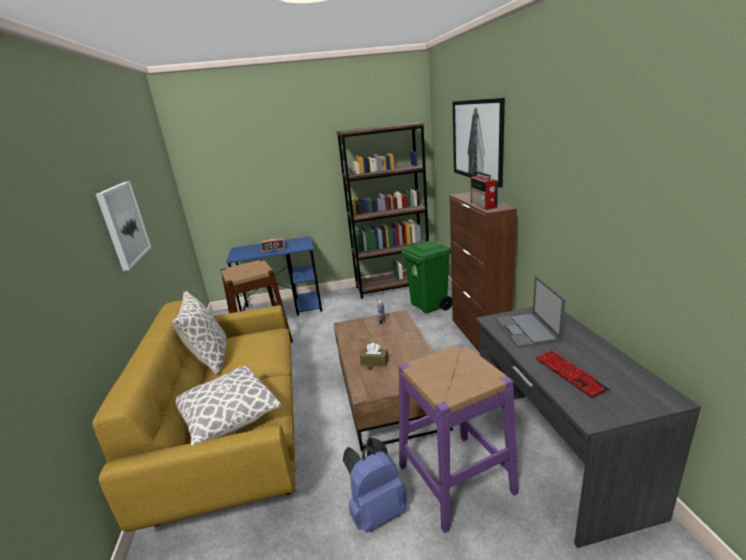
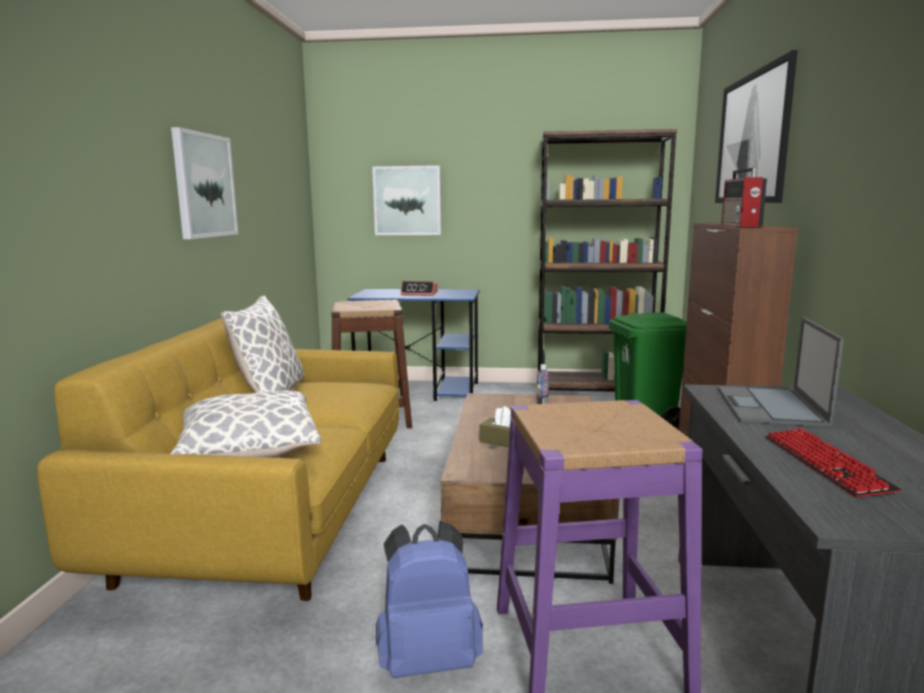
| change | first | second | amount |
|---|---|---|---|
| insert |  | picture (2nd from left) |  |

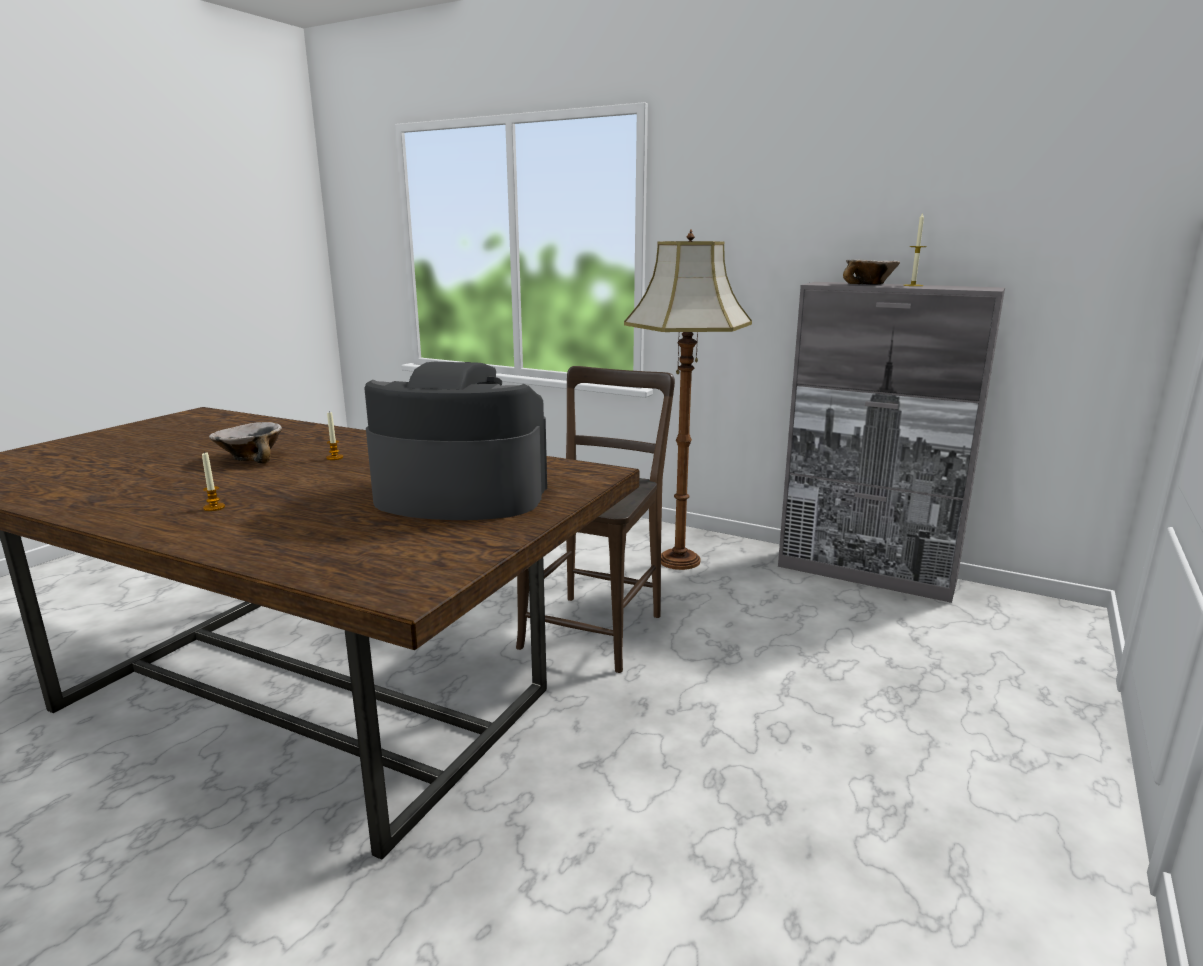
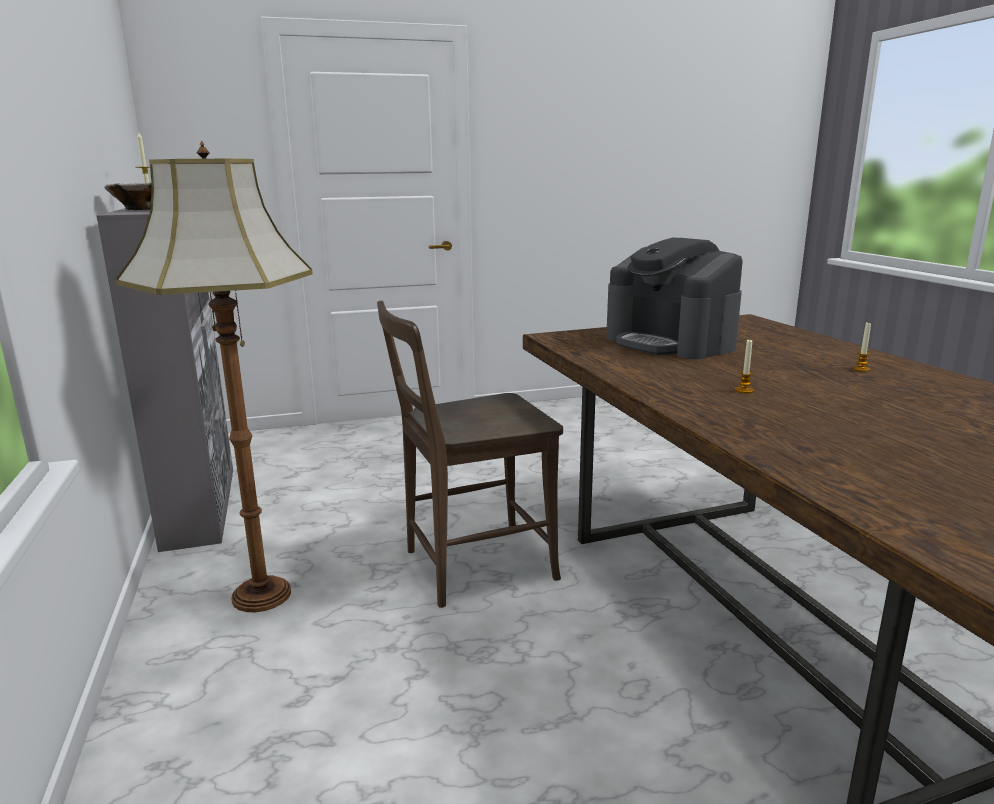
| change | first | second | amount |
|---|---|---|---|
| delete | bowl (1st from left) |  |  |

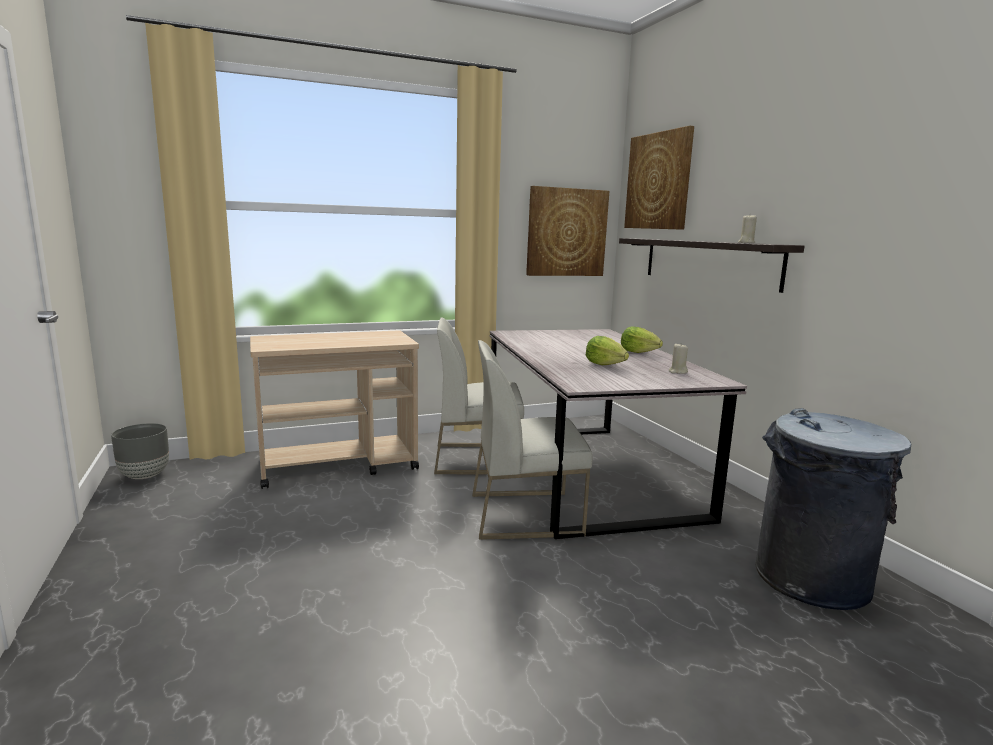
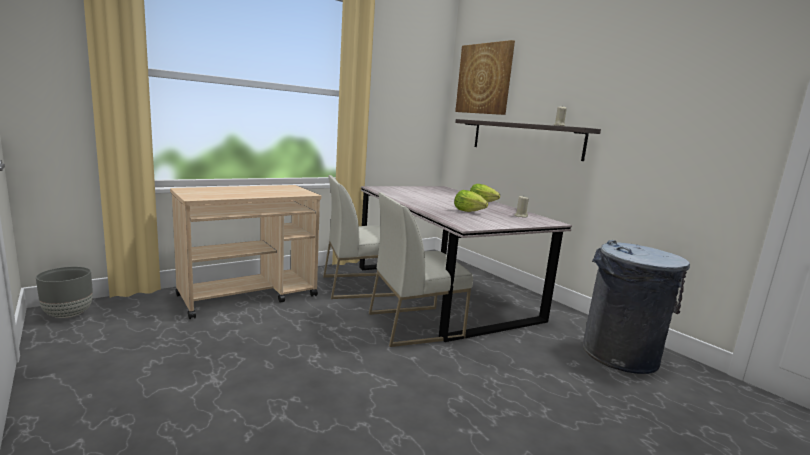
| change | first | second | amount |
|---|---|---|---|
| delete | picture (1st from left) |  |  |

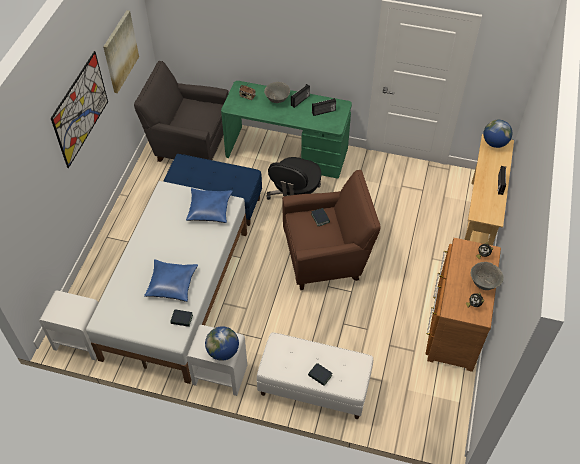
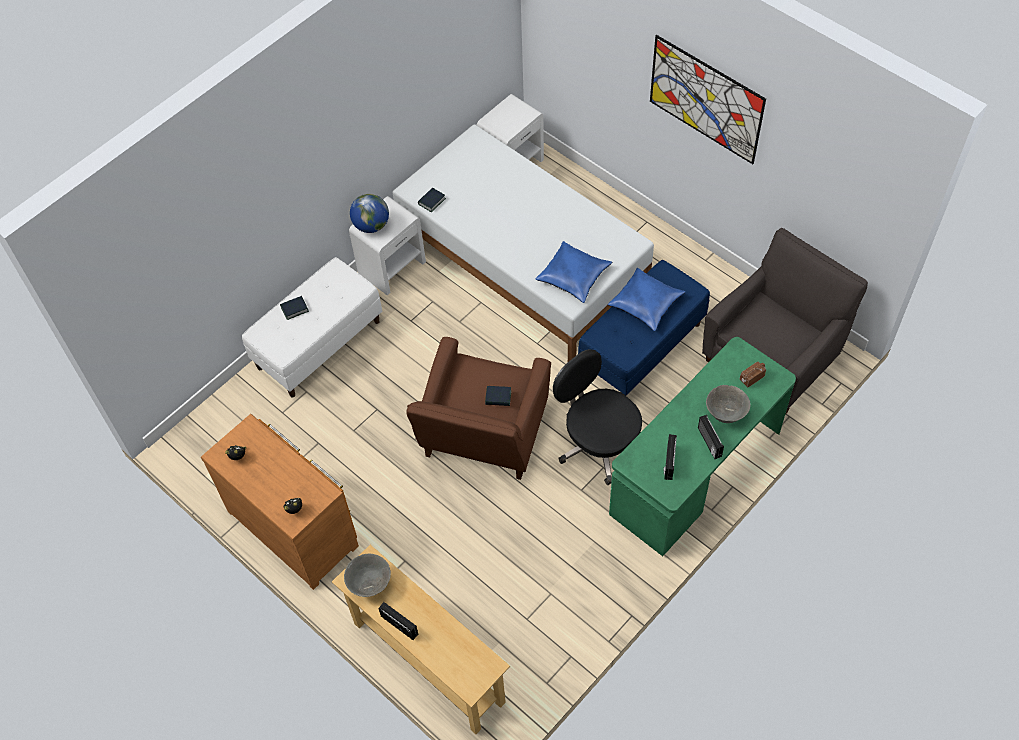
| change | first | second | amount |
|---|---|---|---|
| delete | picture (2nd from left) |  |  |
| move | pillow/blue (1st from left in the first image) | pillow/blue (2nd from left) |  |
| move | bowl/grey (2nd from left in the first image) | bowl/grey (1st from left) |  |
| delete | globe (2nd from left) |  |  |

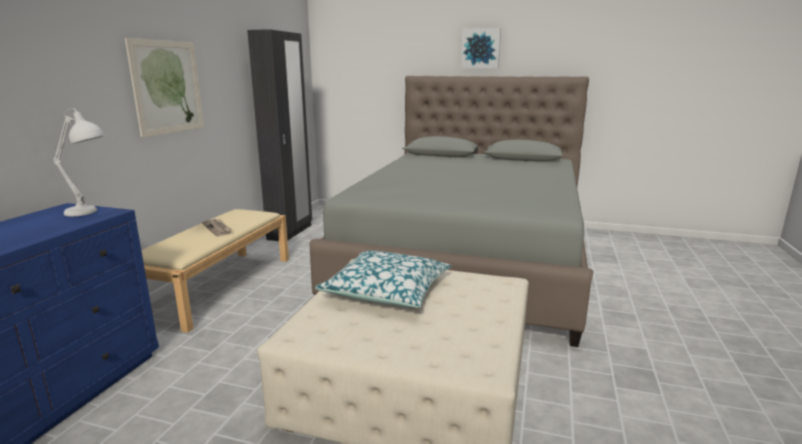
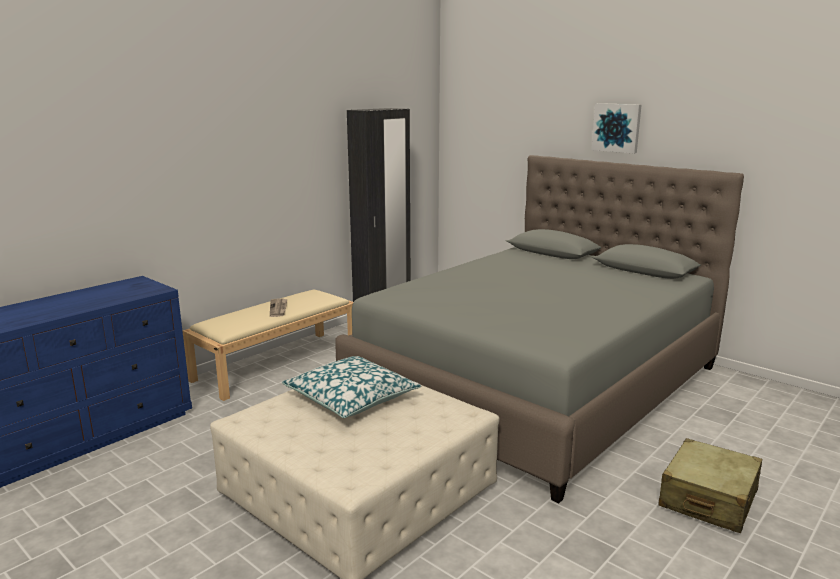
| change | first | second | amount |
|---|---|---|---|
| delete | table lamp/white |  |  |
| delete | picture (1st from left) |  |  |
| insert |  | suitcase/beige |  |

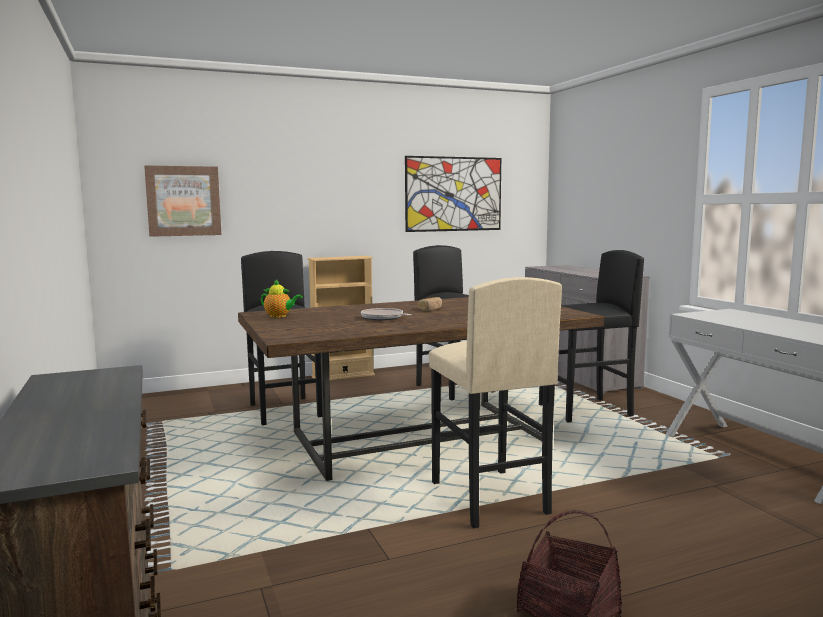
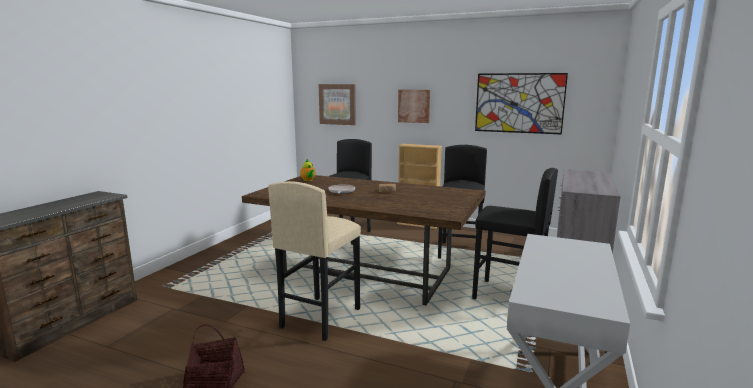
| change | first | second | amount |
|---|---|---|---|
| insert |  | picture (2nd from left) |  |

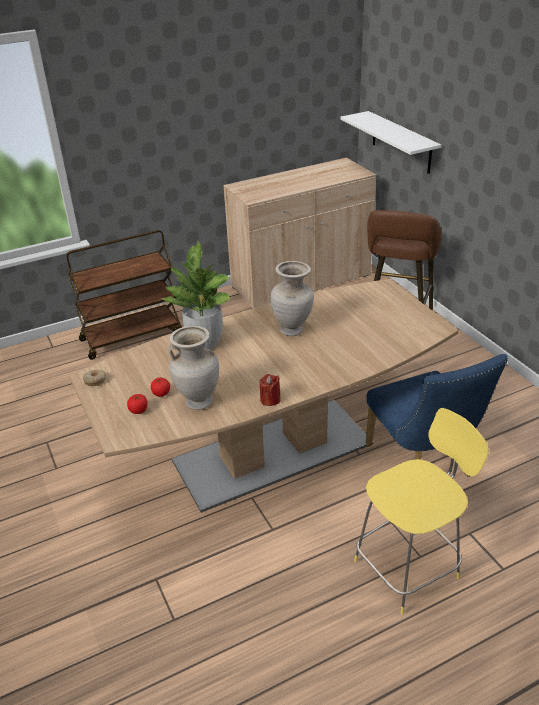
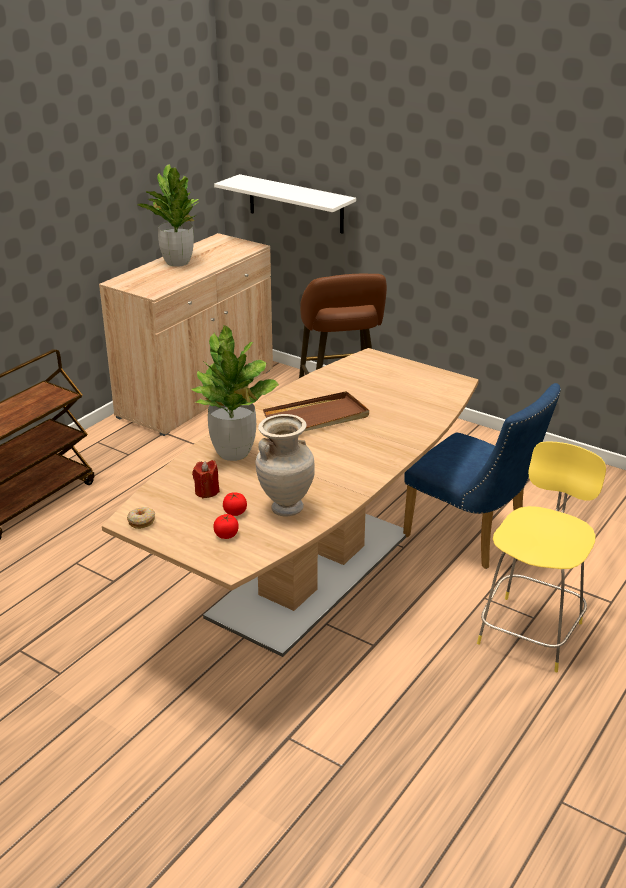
| change | first | second | amount |
|---|---|---|---|
| move | candle/red |  |  |
| replace | vase/beige (2nd from left) | tray/brown |  |
| insert |  | potted plant (1st from left) |  |

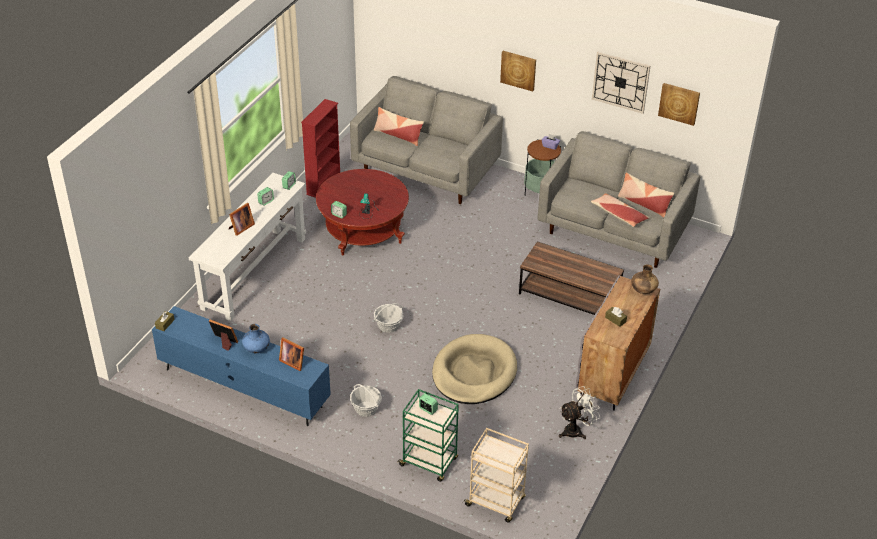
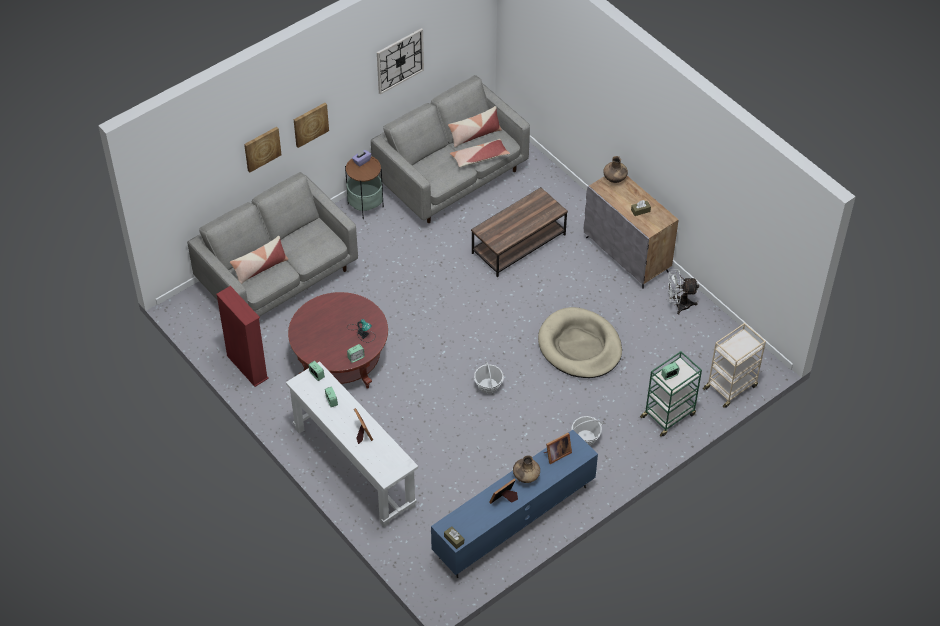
| change | first | second | amount |
|---|---|---|---|
| recolor | vase/blue | vase/brown (1st from left) |  |
| rotate | fan/white |  | 90 degrees counterclockwise |
| move | picture (2nd from left in the first image) | picture (1st from left) |  |

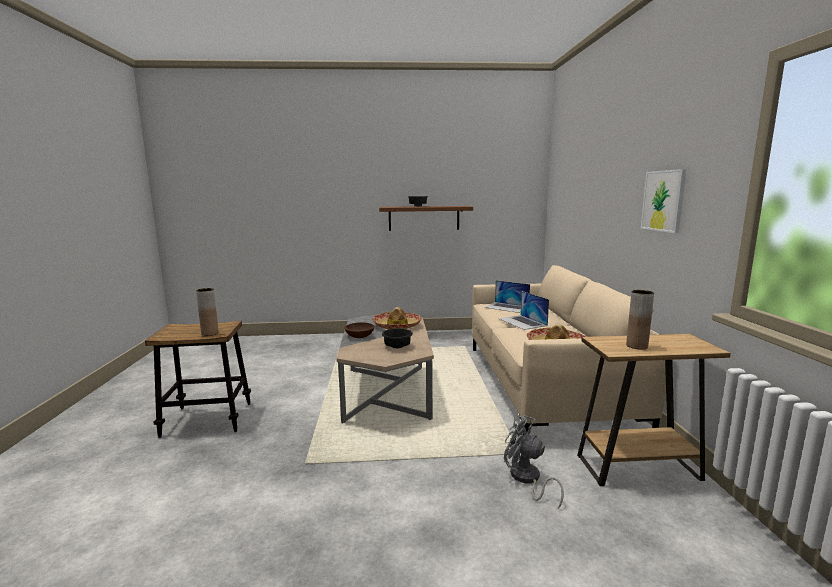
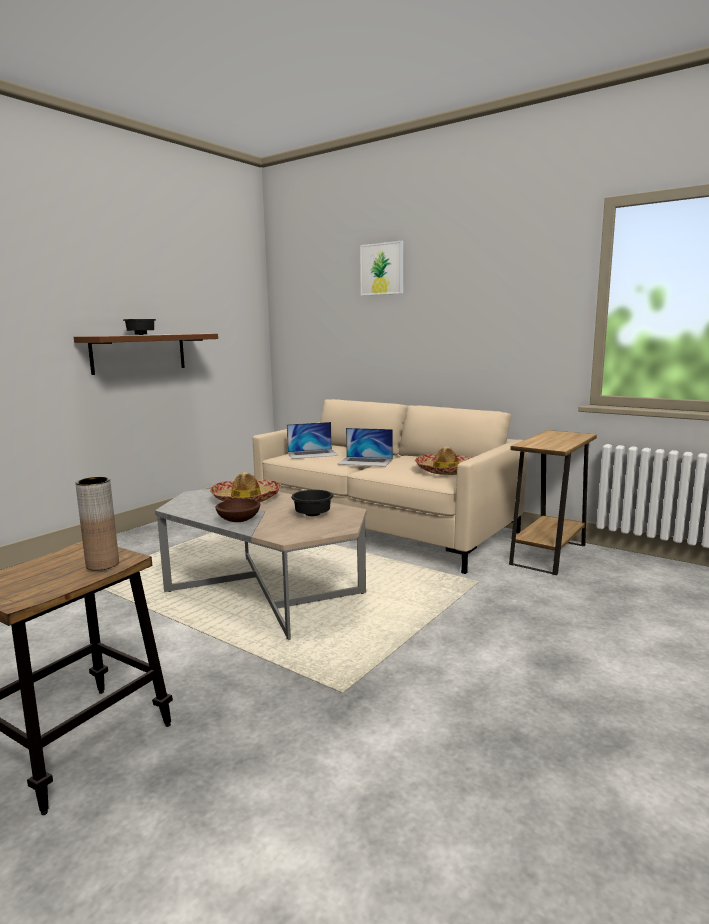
| change | first | second | amount |
|---|---|---|---|
| delete | fan/grey |  |  |
| delete | vase/brown (2nd from left) |  |  |
| move | picture |  |  |

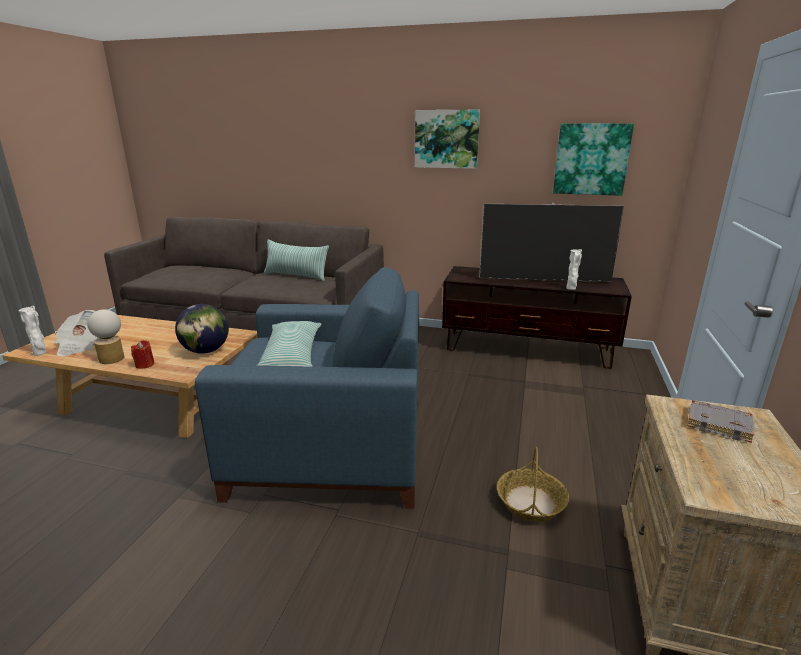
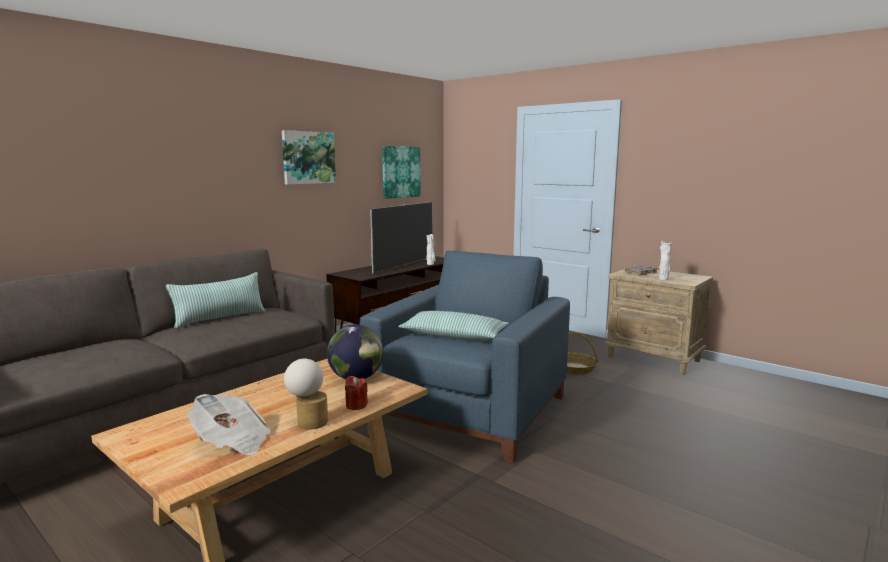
| change | first | second | amount |
|---|---|---|---|
| move | vase/white (1st from left in the first image) | vase/white (2nd from left) |  |

